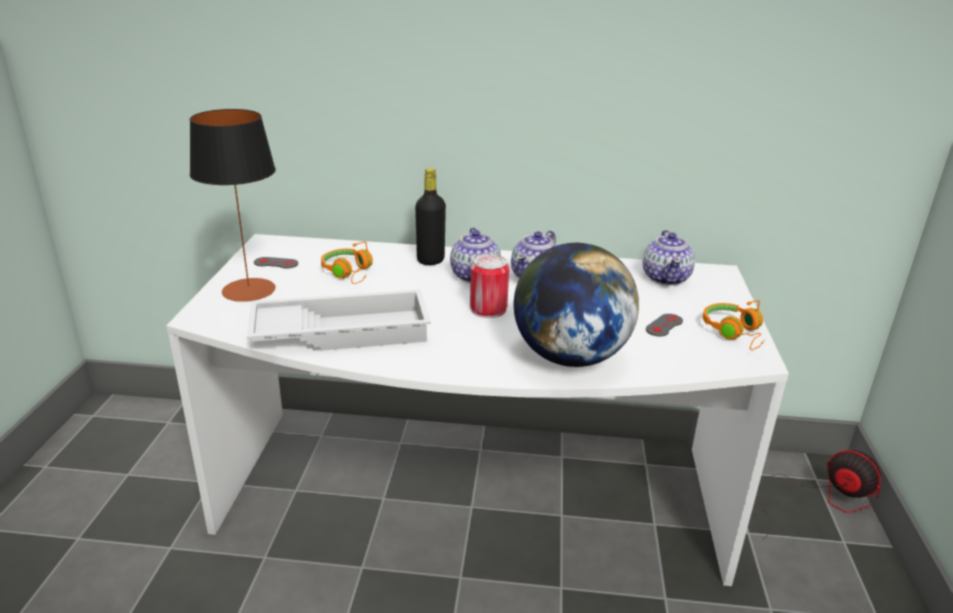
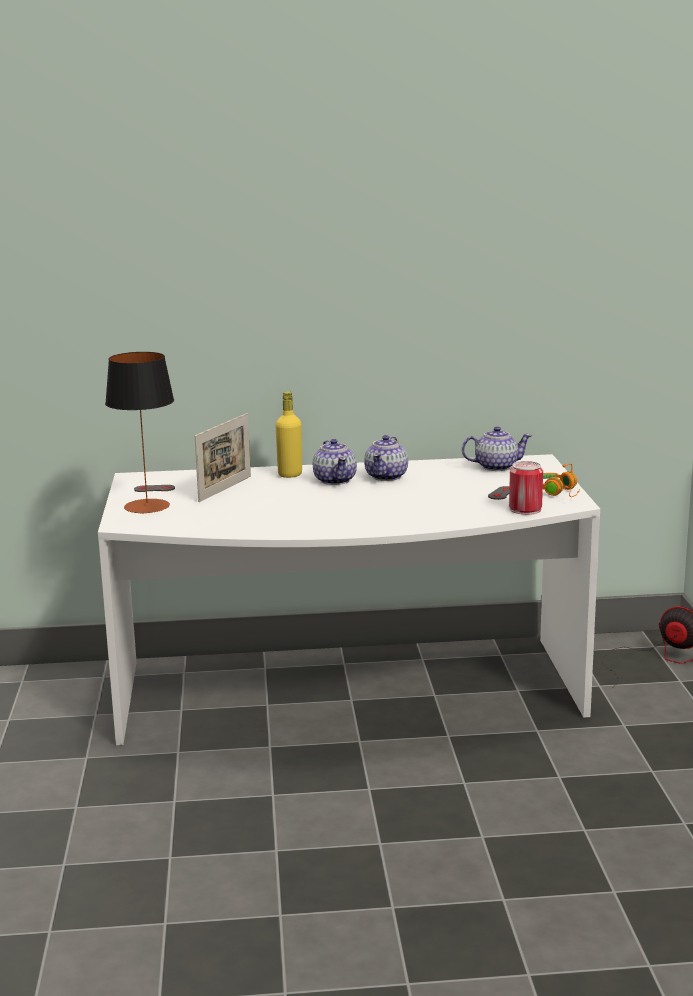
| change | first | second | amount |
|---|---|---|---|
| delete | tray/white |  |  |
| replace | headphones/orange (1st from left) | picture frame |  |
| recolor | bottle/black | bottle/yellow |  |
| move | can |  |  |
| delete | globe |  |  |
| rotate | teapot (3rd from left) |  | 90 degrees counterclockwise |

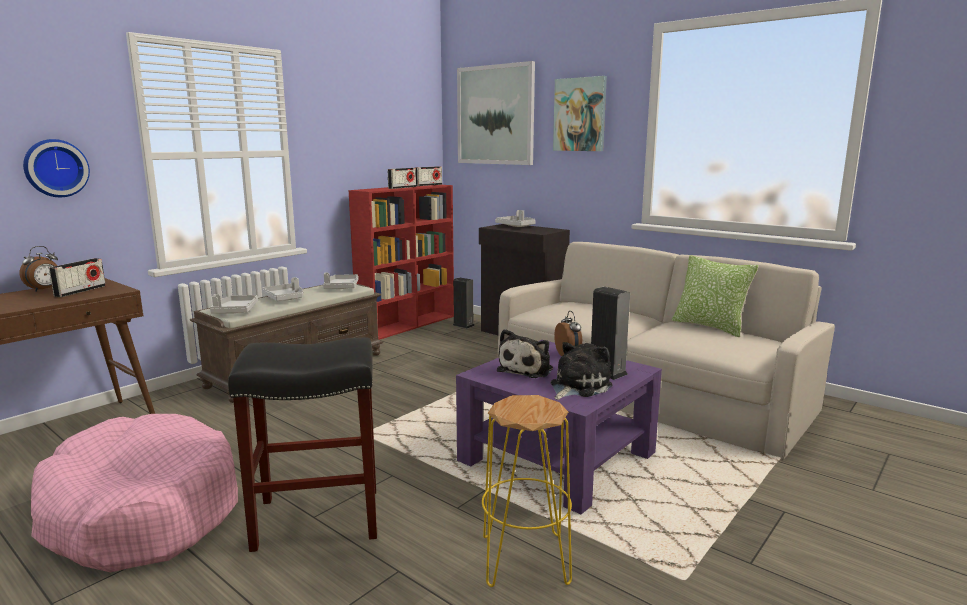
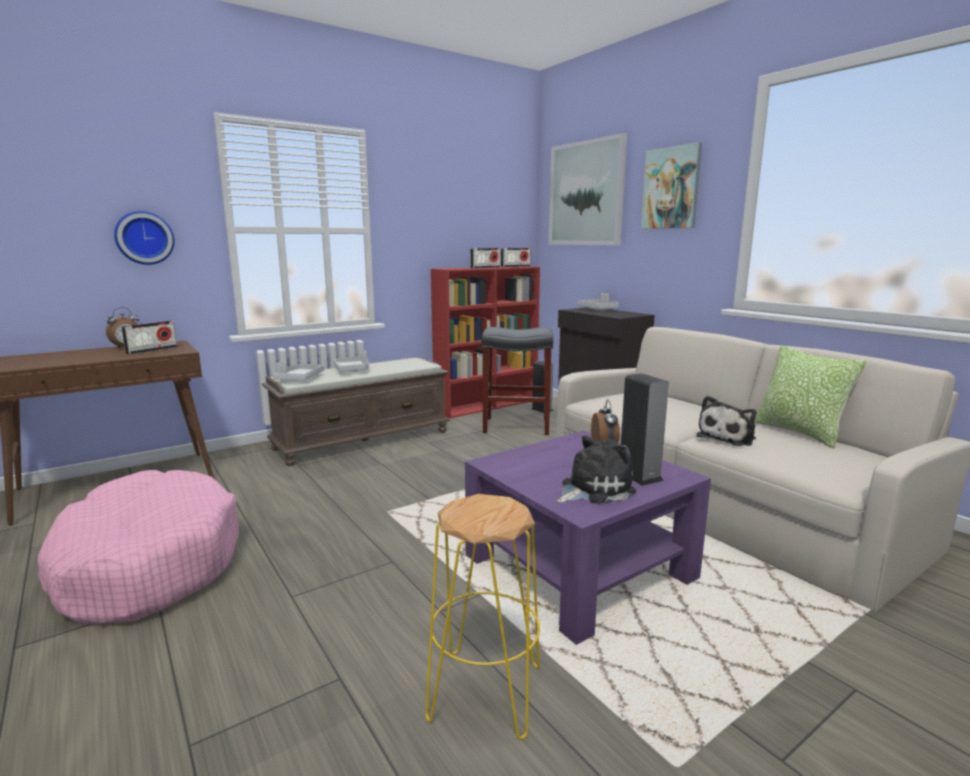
| change | first | second | amount |
|---|---|---|---|
| move | stool/black |  |  |
| delete | tray/grey (3rd from left) |  |  |
| move | plush toy (1st from left in the first image) | plush toy (2nd from left) |  |

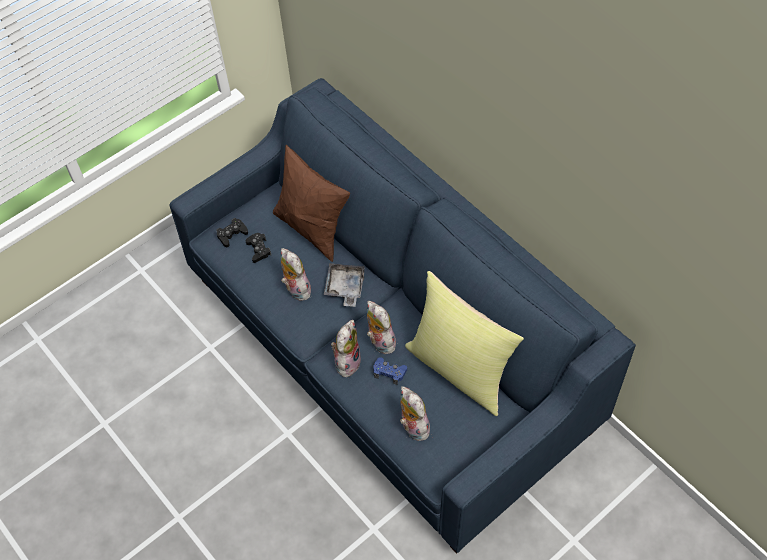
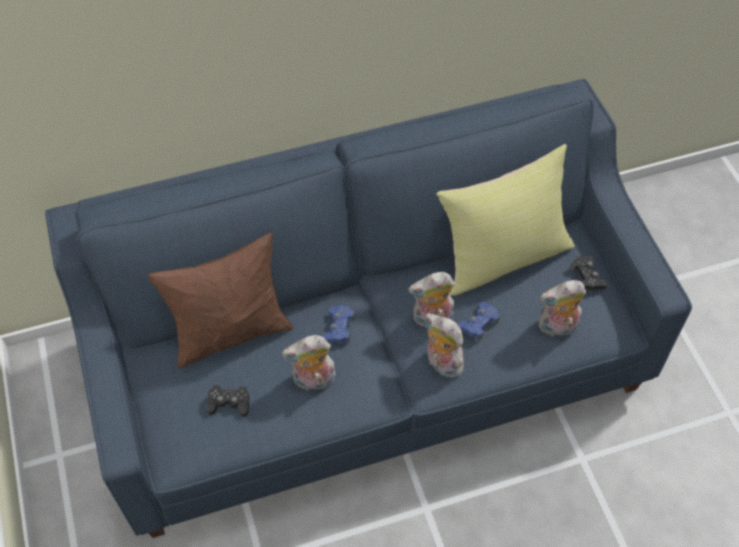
| change | first | second | amount |
|---|---|---|---|
| move | game controller/black (1st from left in the first image) | game controller/black (2nd from left) |  |
| replace | tray/grey | game controller/blue (1st from left) |  |

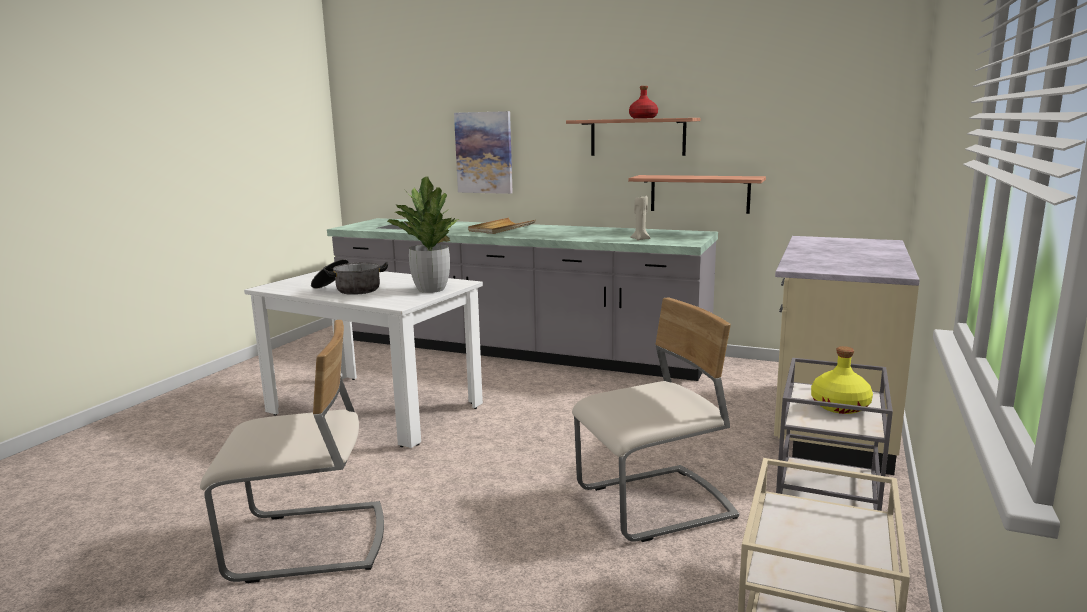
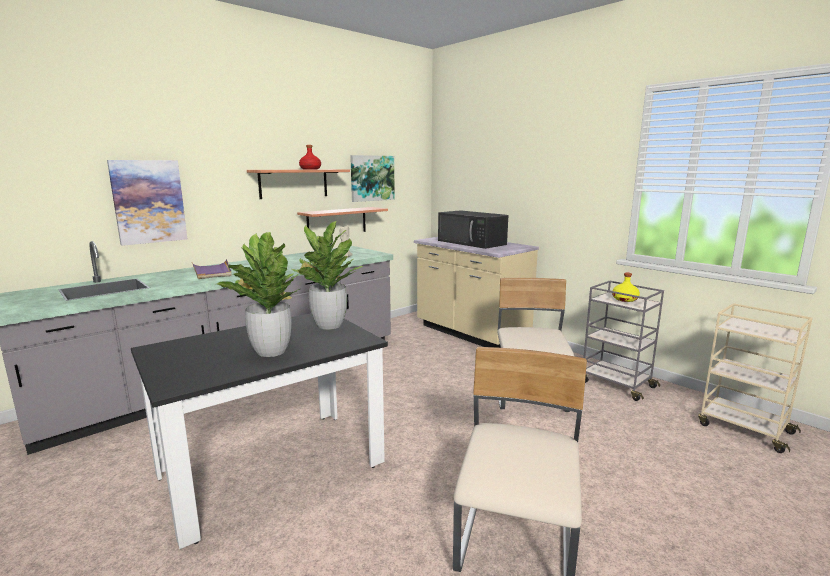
| change | first | second | amount |
|---|---|---|---|
| recolor | dining table/white | dining table/black |  |
| replace | cooking pot | potted plant (1st from left) |  |
| recolor | tray/beige | tray/purple |  |
| insert |  | picture (2nd from left) |  |
| insert |  | microwave/black |  |

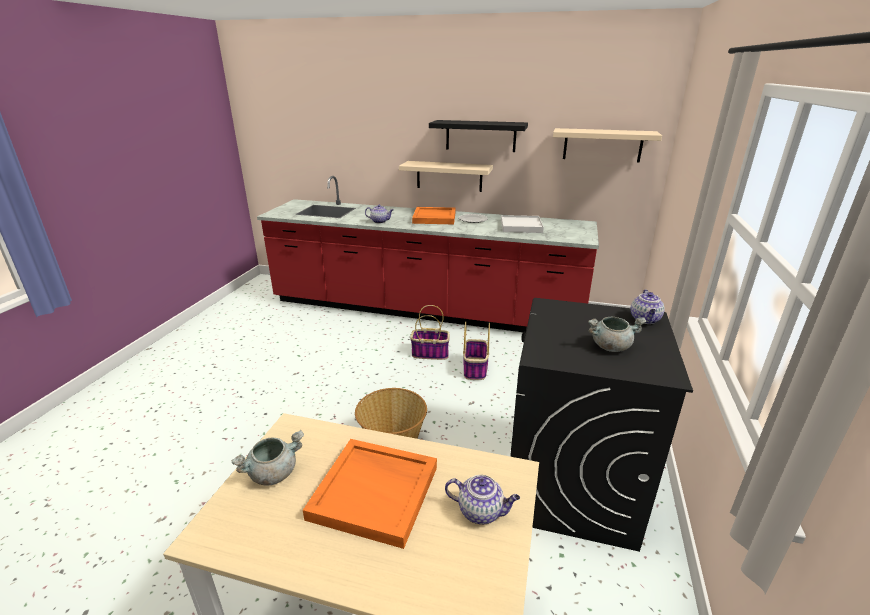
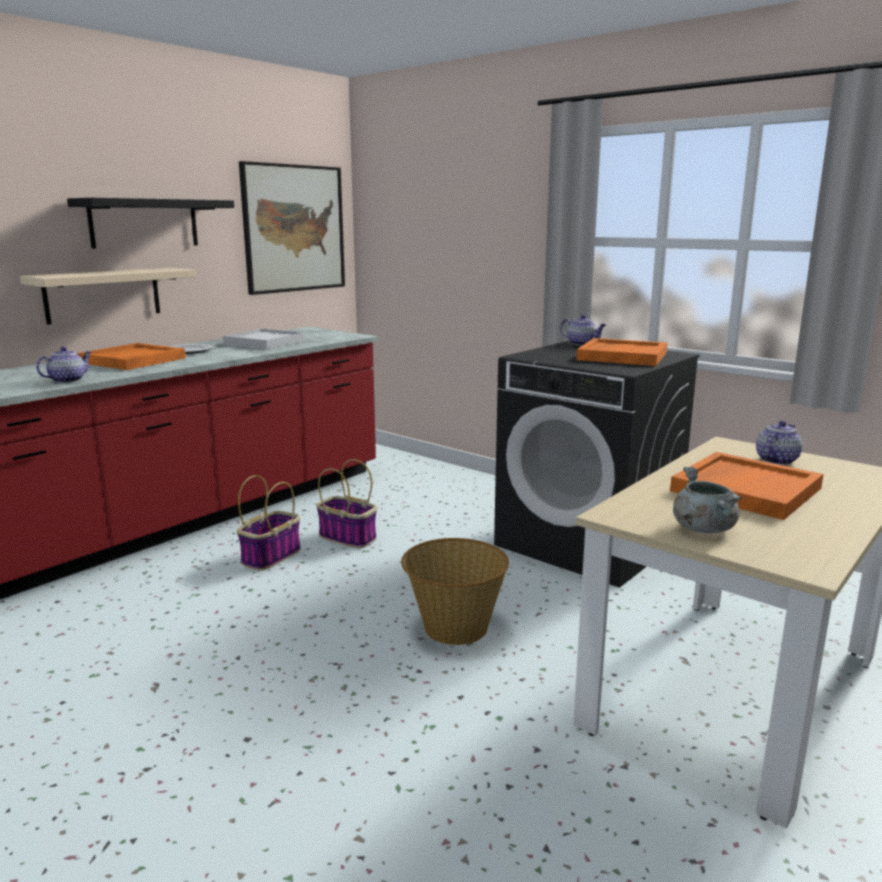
| change | first | second | amount |
|---|---|---|---|
| replace | shelf/beige (2nd from left) | picture |  |
| replace | cooking pot/grey (2nd from left) | tray/orange (2nd from left) |  |

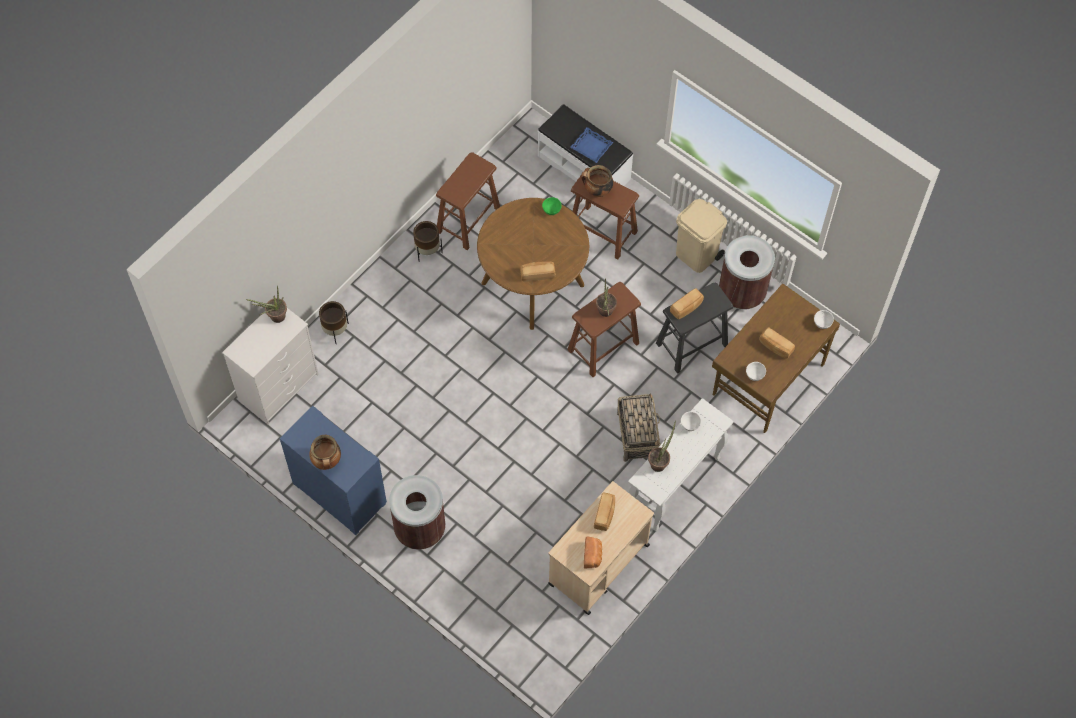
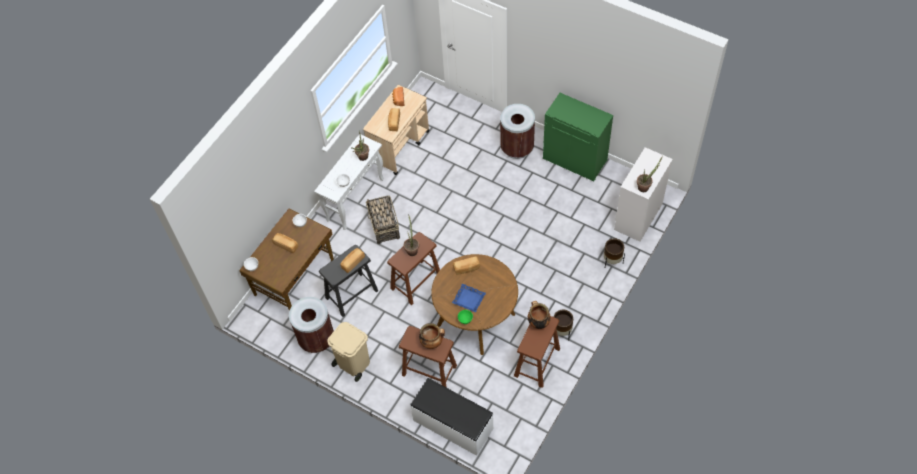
| change | first | second | amount |
|---|---|---|---|
| recolor | cabinet/blue | cabinet/green |  |
| move | cooking pot (1st from left in the first image) | cooking pot (2nd from left) |  |
| move | tray/blue |  |  |

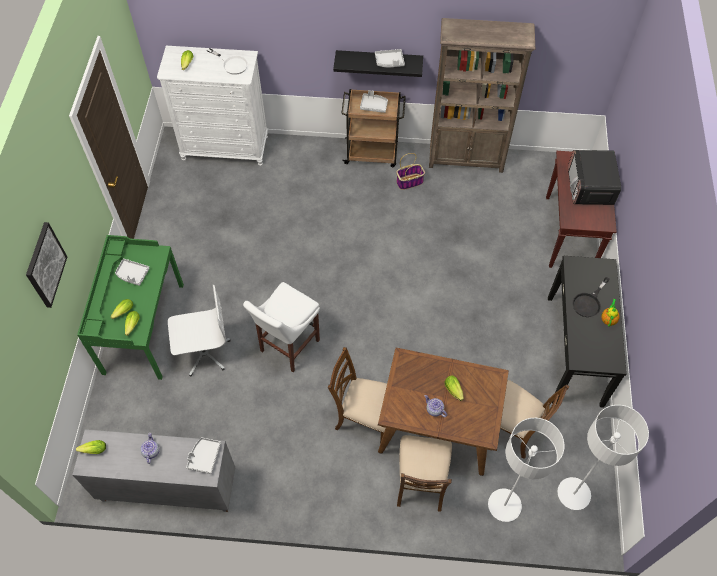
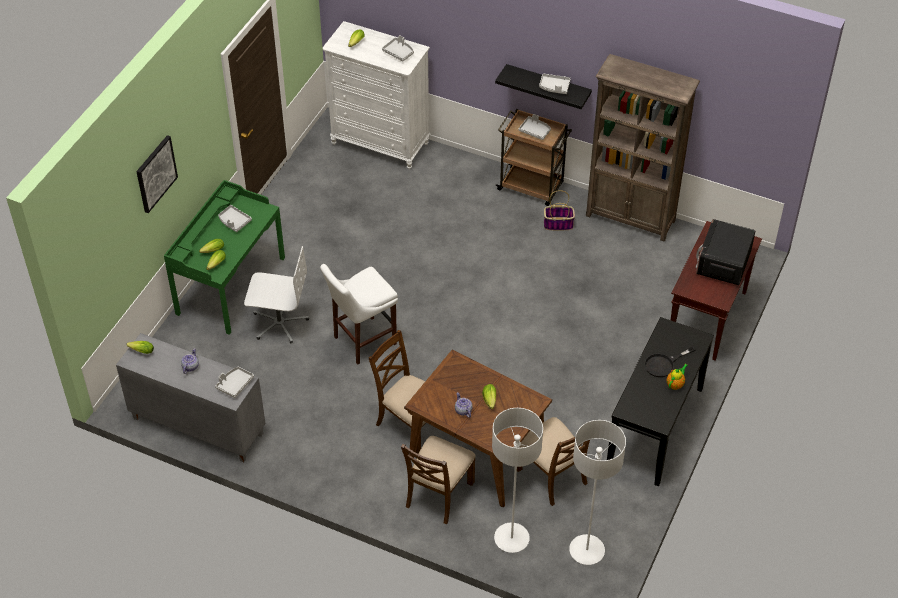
| change | first | second | amount |
|---|---|---|---|
| replace | frying pan/white | tray/grey (3rd from left) |  |

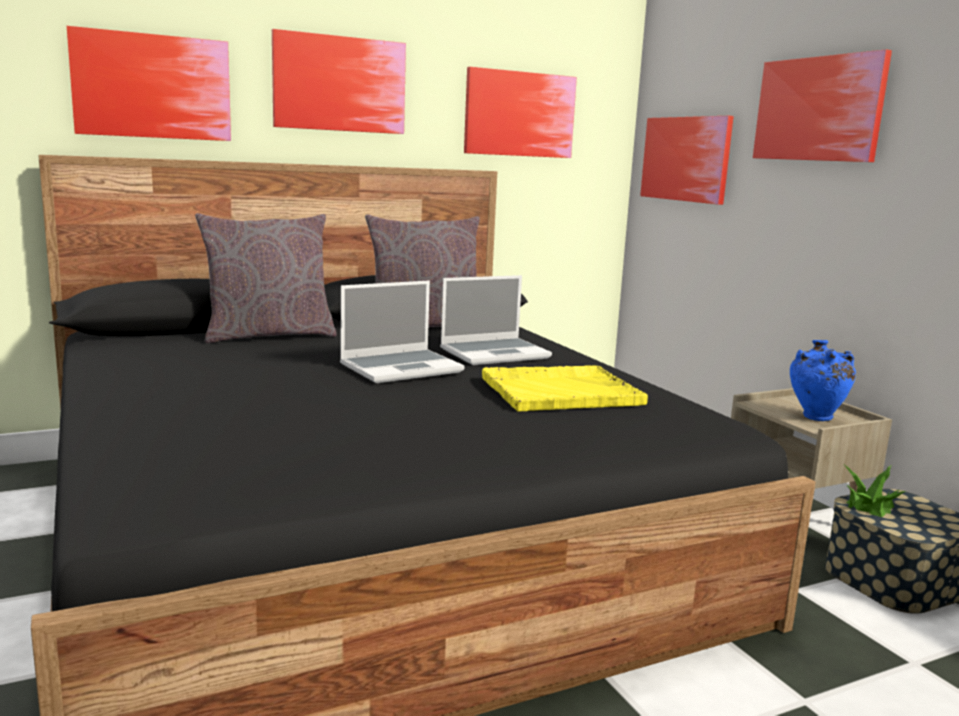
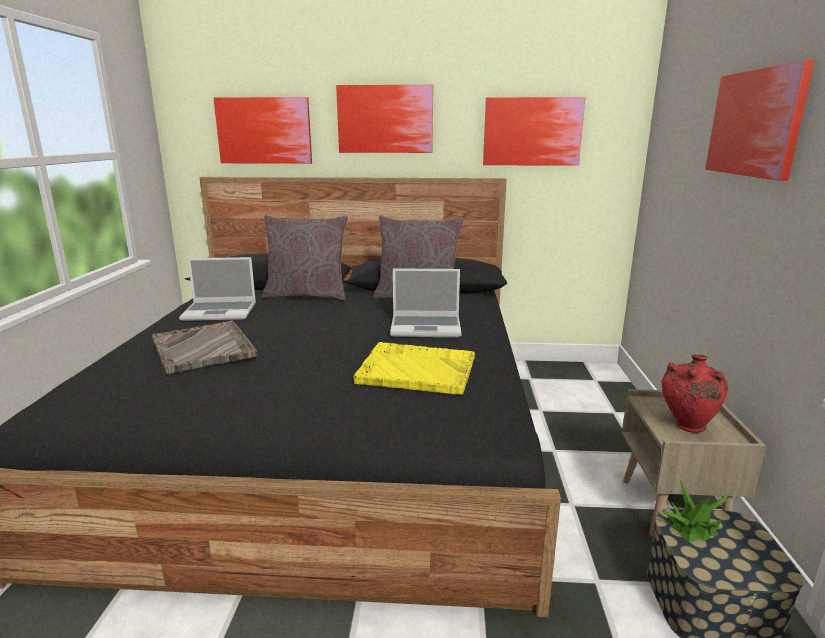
| change | first | second | amount |
|---|---|---|---|
| move | laptop (1st from left) |  |  |
| delete | picture (4th from left) |  |  |
| recolor | vase/blue | vase/red |  |
| insert |  | tray/grey |  |

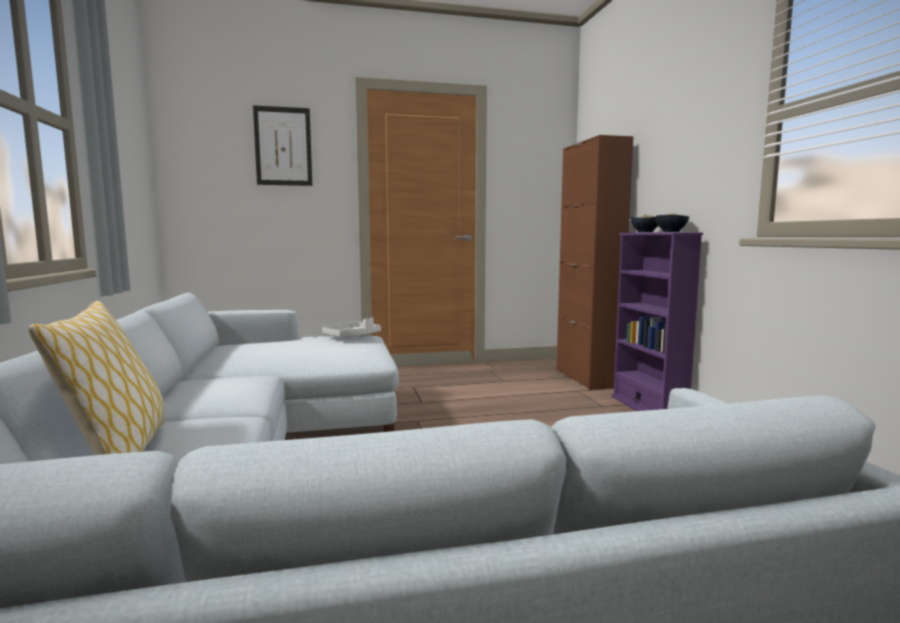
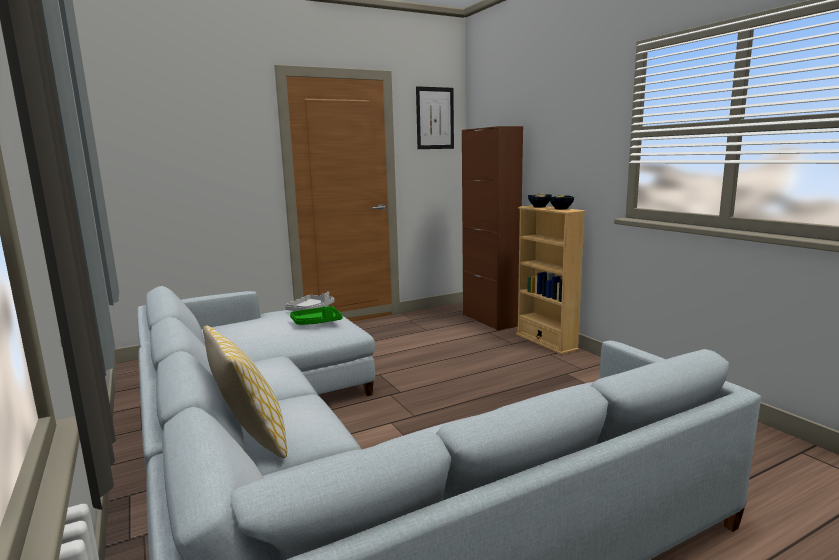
| change | first | second | amount |
|---|---|---|---|
| move | picture |  |  |
| recolor | bookcase/purple | bookcase/beige |  |
| insert |  | tray/green |  |

